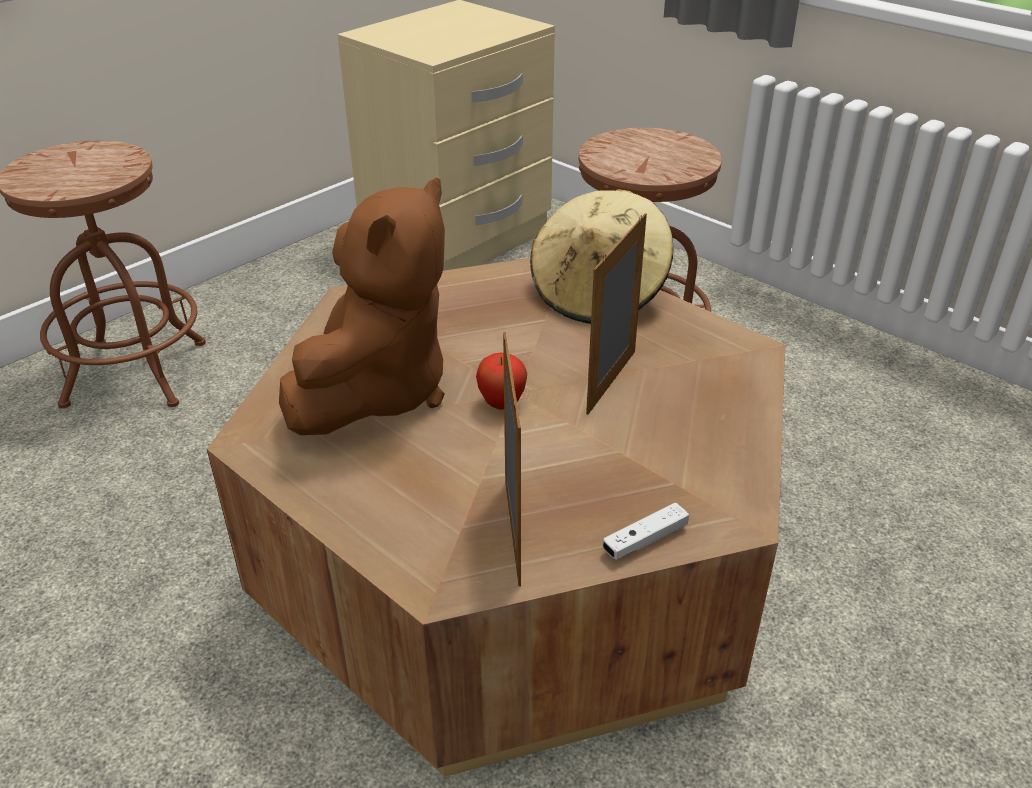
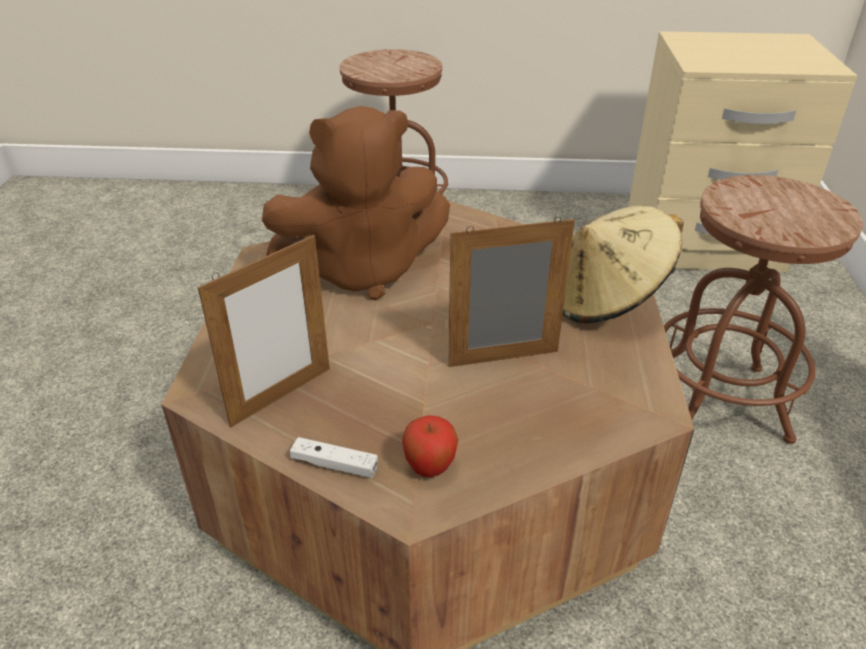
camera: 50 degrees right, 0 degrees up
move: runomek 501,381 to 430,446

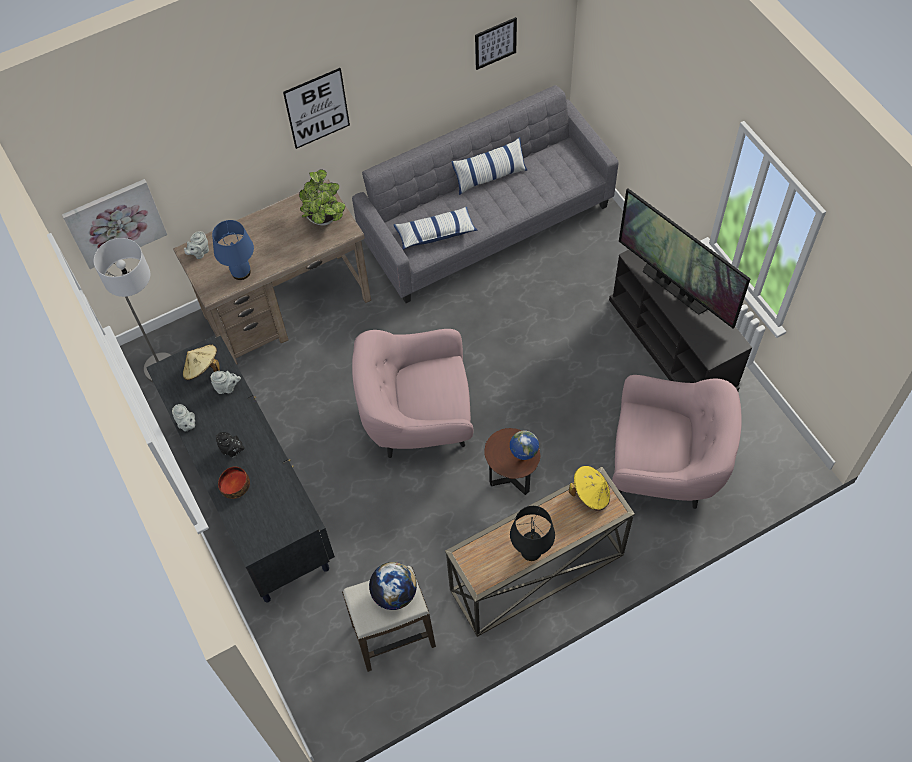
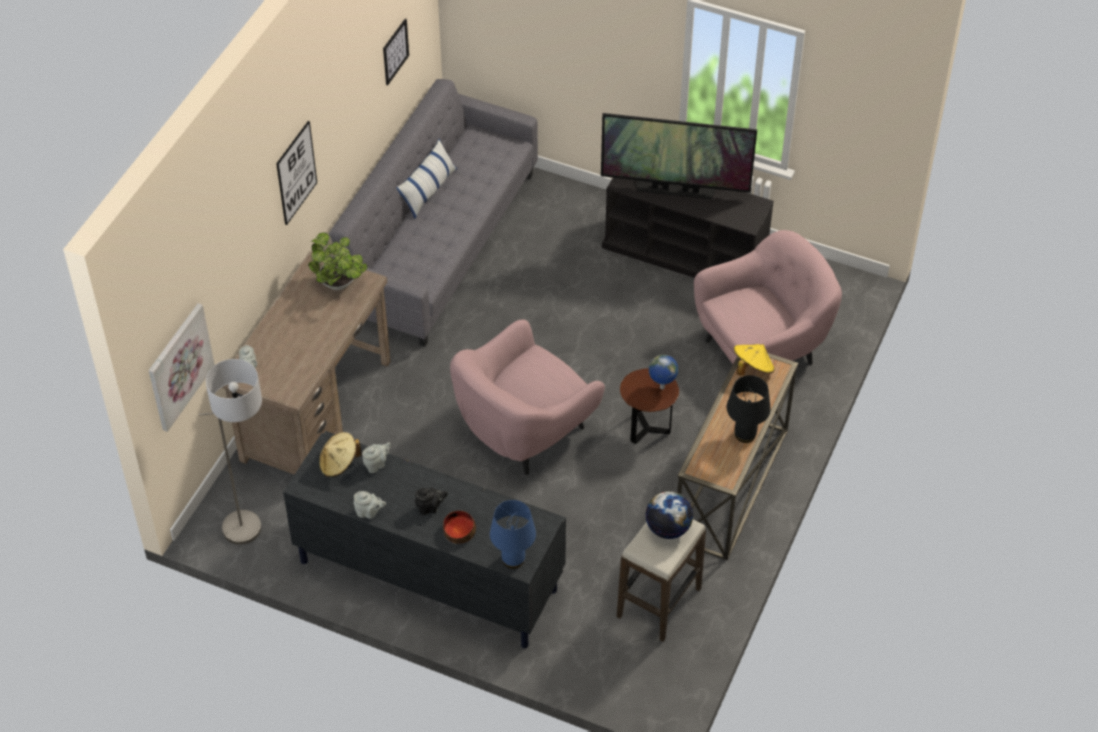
camera: 40 degrees left, 10 degrees down
delete: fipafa 435,228
move: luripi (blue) 233,250 to 513,534

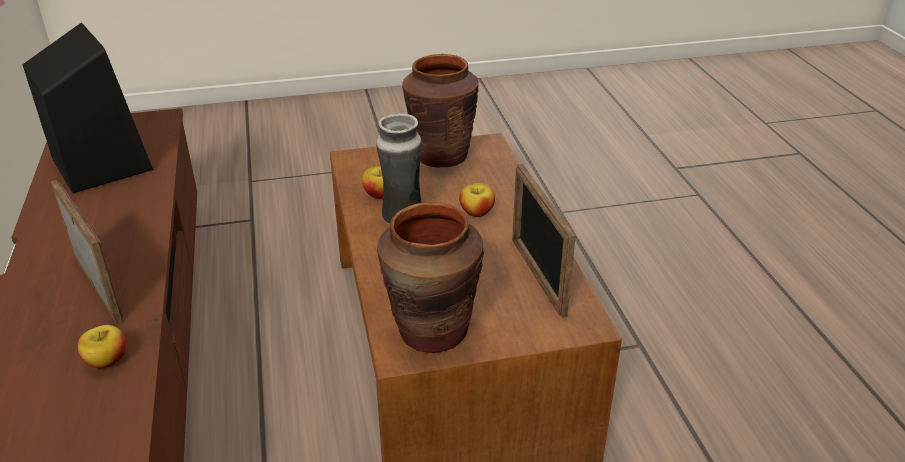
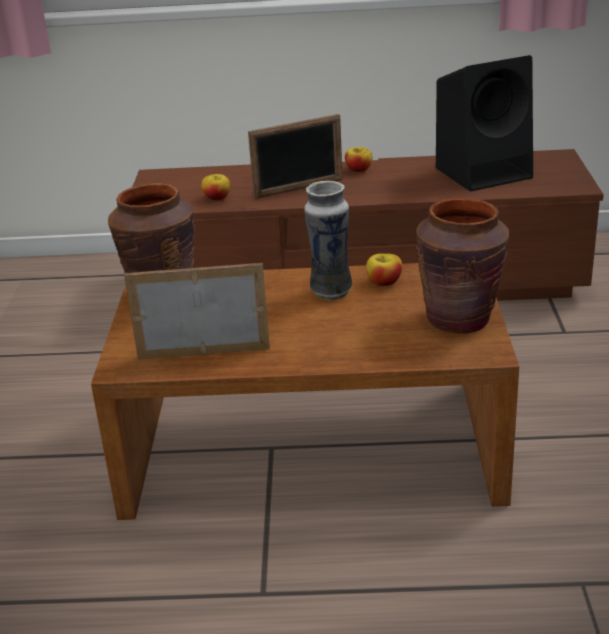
camera: 105 degrees right, 5 degrees down
move: runomek 477,200 to 359,160

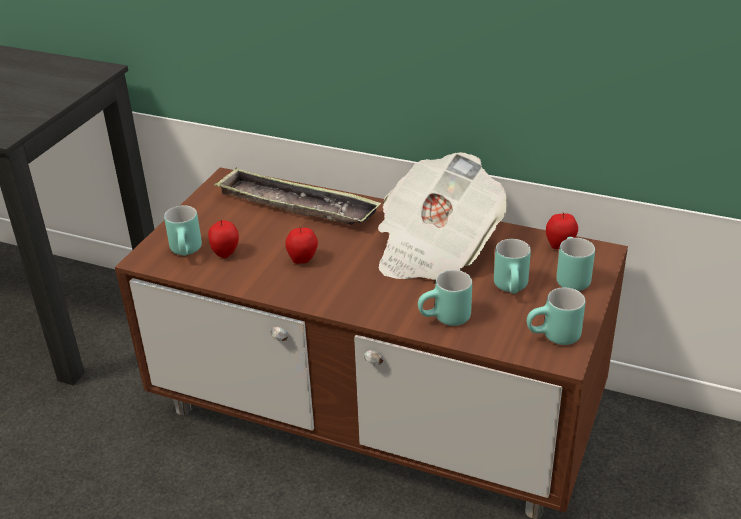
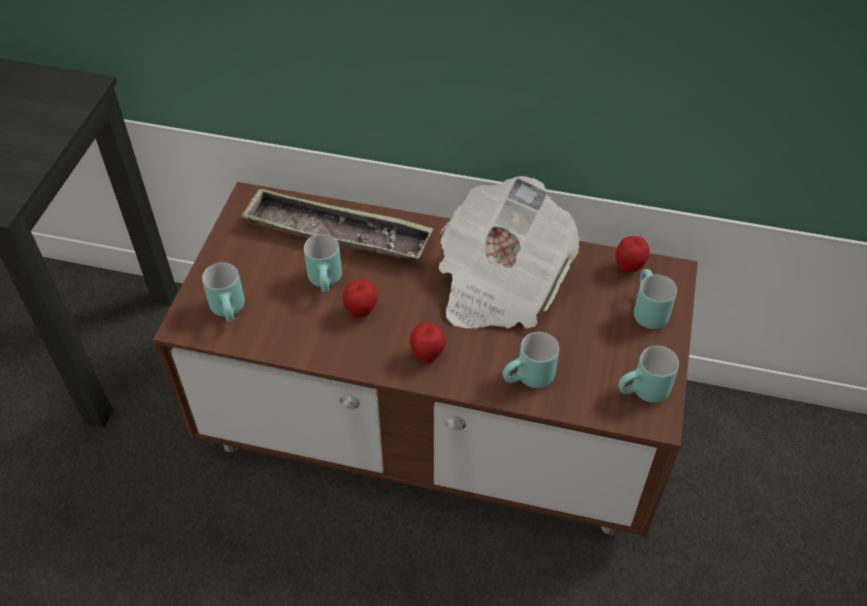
camera: 10 degrees left, 15 degrees up
move: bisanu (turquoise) 512,266 to 323,263; runomek 223,239 to 427,343

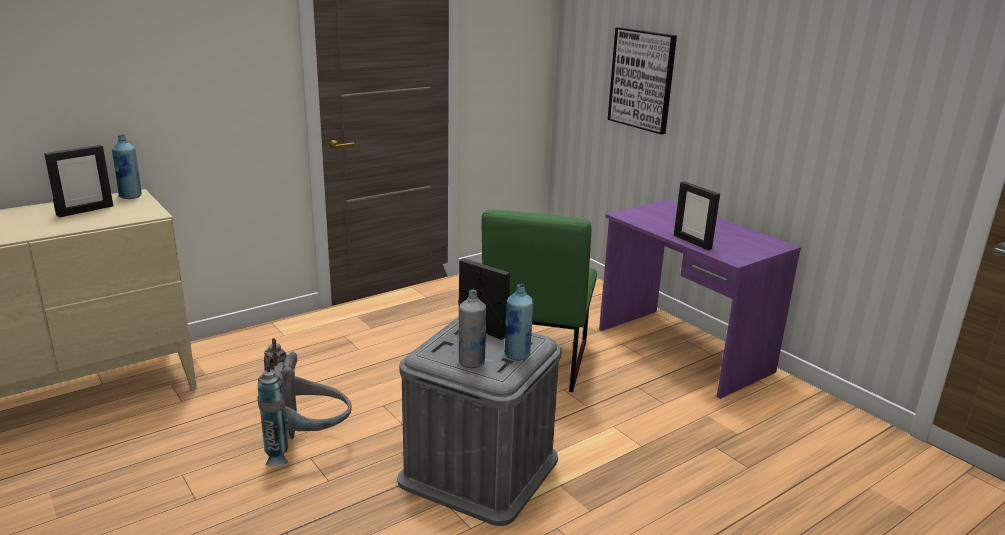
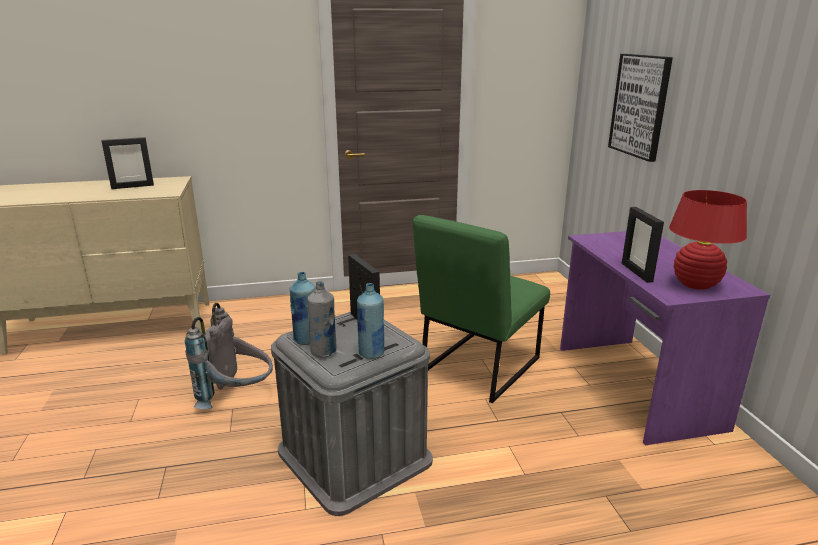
camera: 25 degrees right, 0 degrees up
insert: luripi (red) 708,240
move: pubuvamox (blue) 127,166 to 303,308

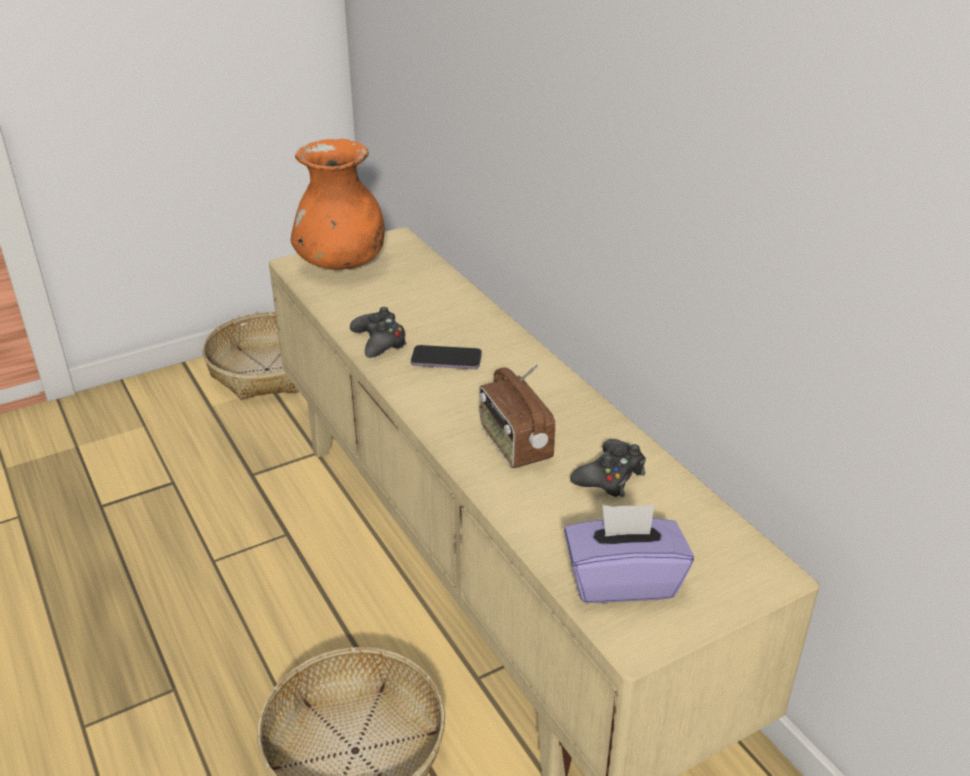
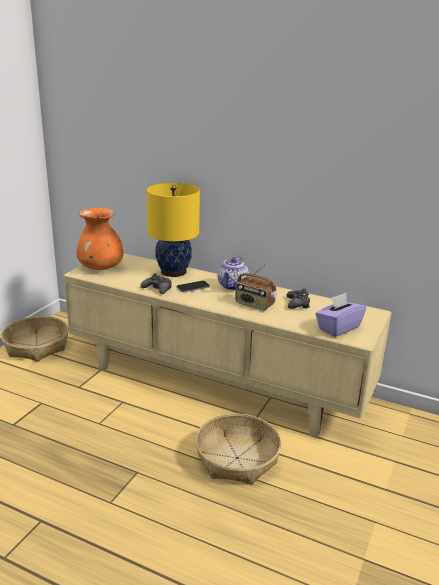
camera: 35 degrees left, 10 degrees down
insert: luripi (yellow) 173,230; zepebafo 233,273

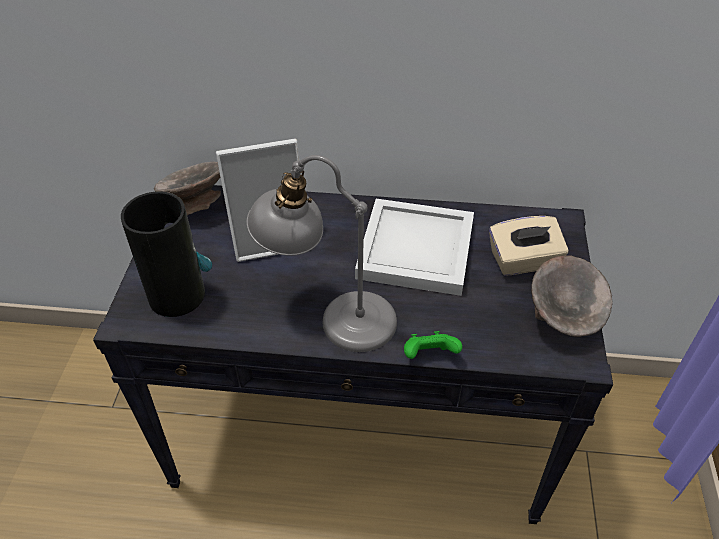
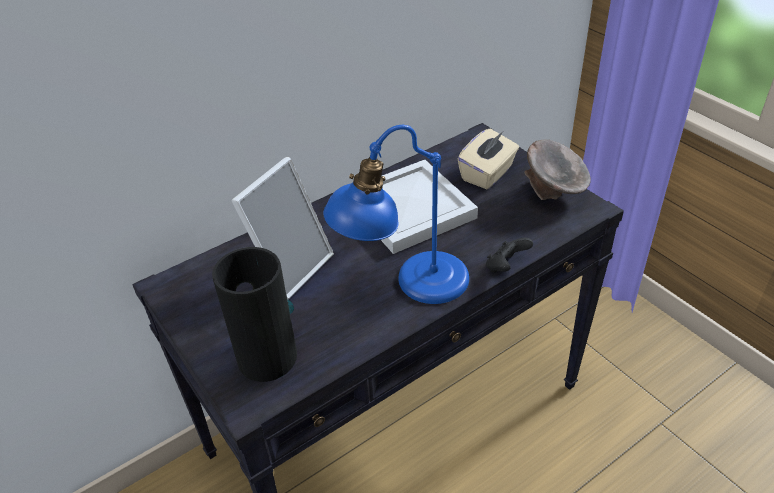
camera: 40 degrees left, 5 degrees down
delete: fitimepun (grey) 187,188
recolor: luripi (grey) 321,253 to luripi (blue) 396,214; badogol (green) 433,345 to badogol (black) 509,255

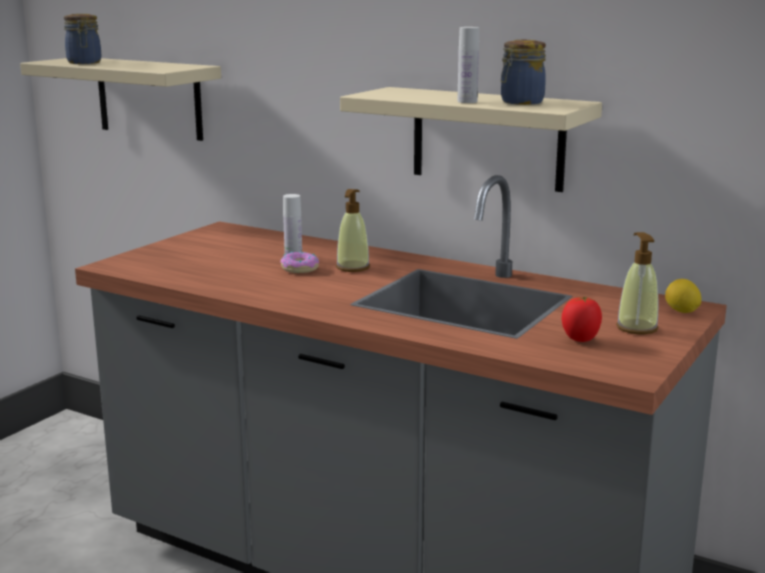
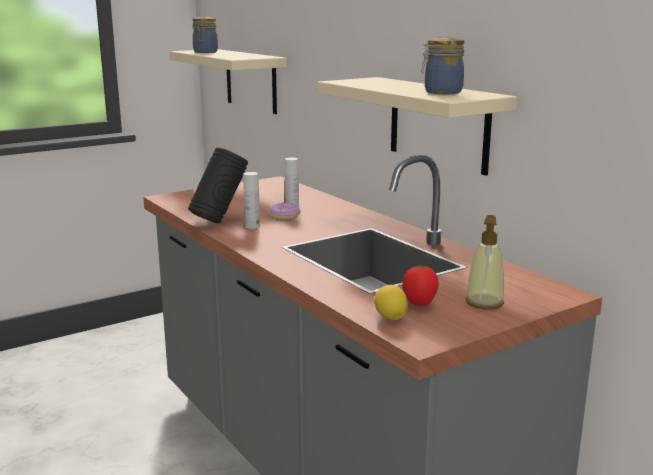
camera: 25 degrees right, 0 degrees up
delete: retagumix 353,230
insert: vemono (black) 218,185
move: pubuvamox (white) 468,65 to 251,200; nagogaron 683,296 to 391,302

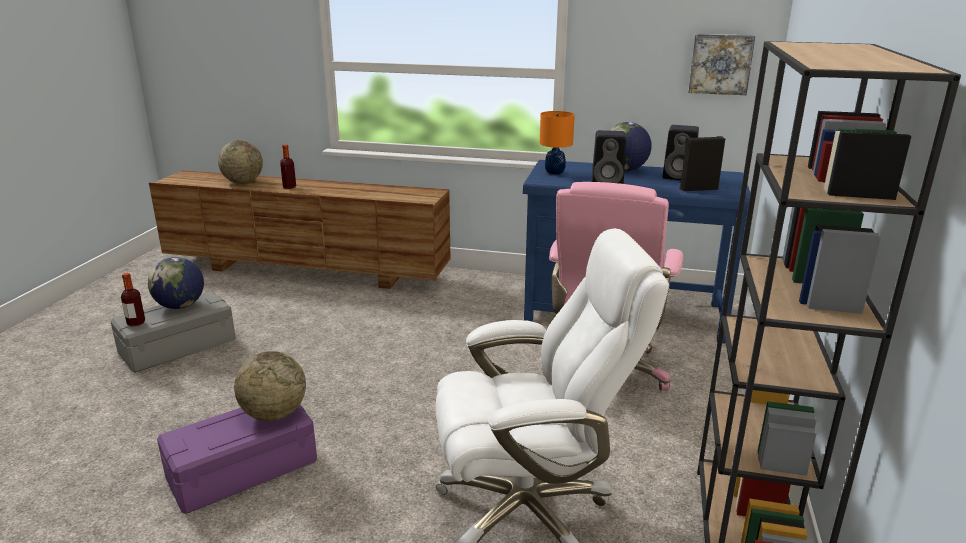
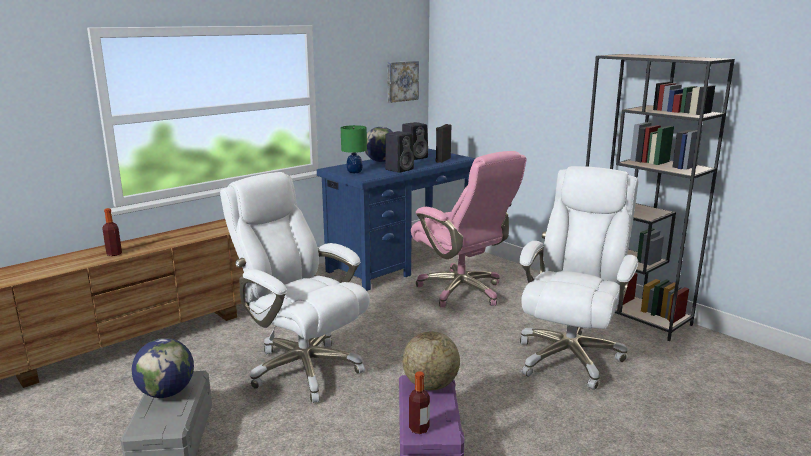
camera: 55 degrees left, 5 degrees down
delete: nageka 240,162
insert: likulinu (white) 295,287
move: pubuvamox 133,299 to 419,402
recolor: luripi (orange) 557,142 to luripi (green) 354,149

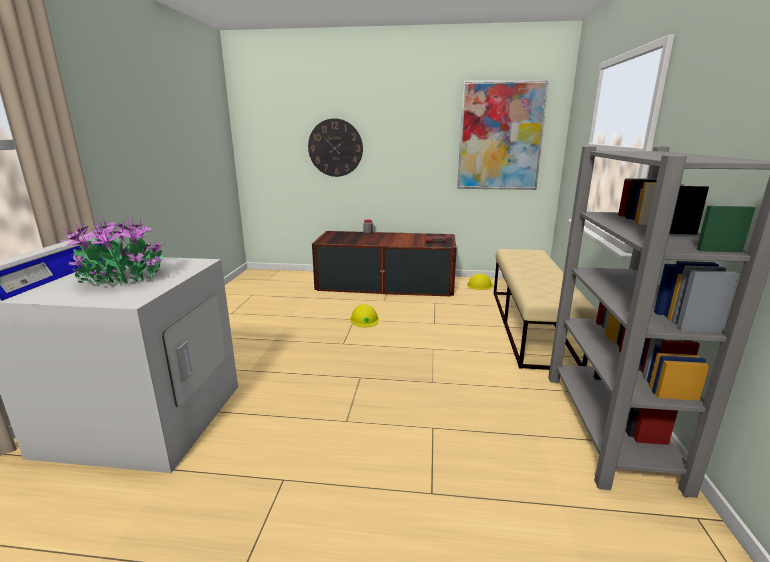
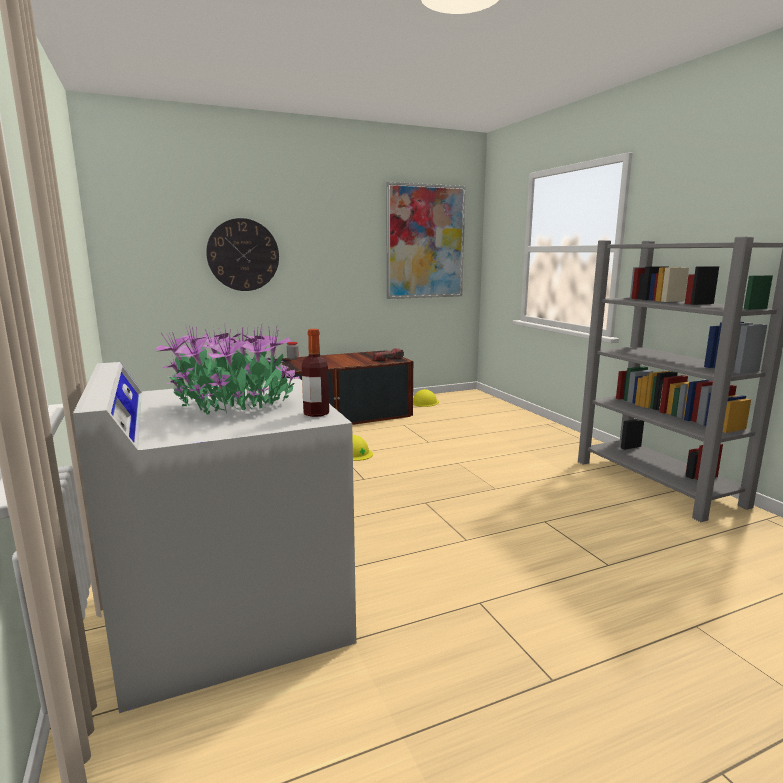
camera: 30 degrees left, 5 degrees down
delete: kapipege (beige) 545,309
insert: pubuvamox 315,373

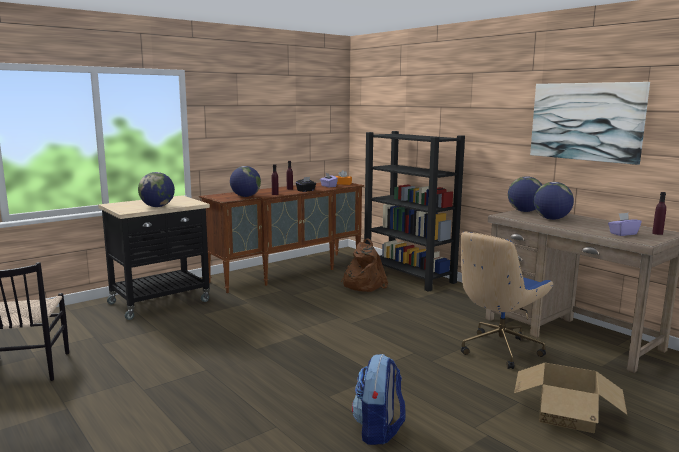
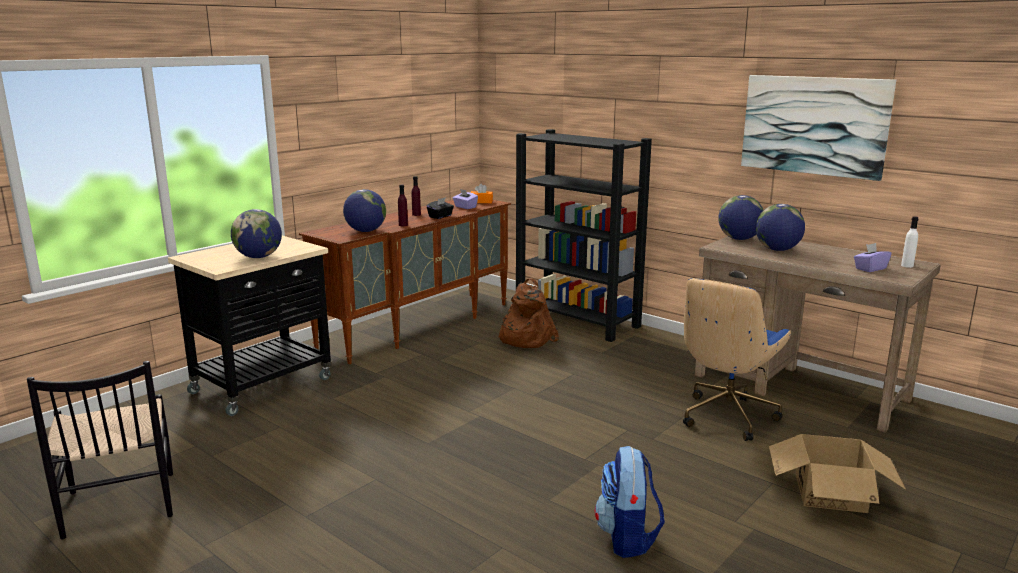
camera: 10 degrees left, 5 degrees up
recolor: pubuvamox (purple) 659,213 to pubuvamox (white) 909,242

